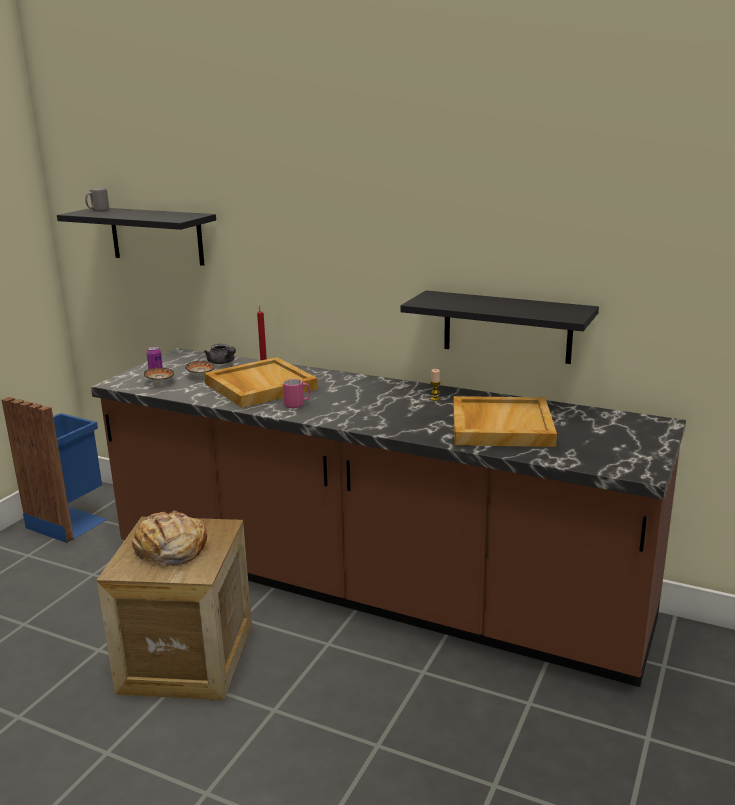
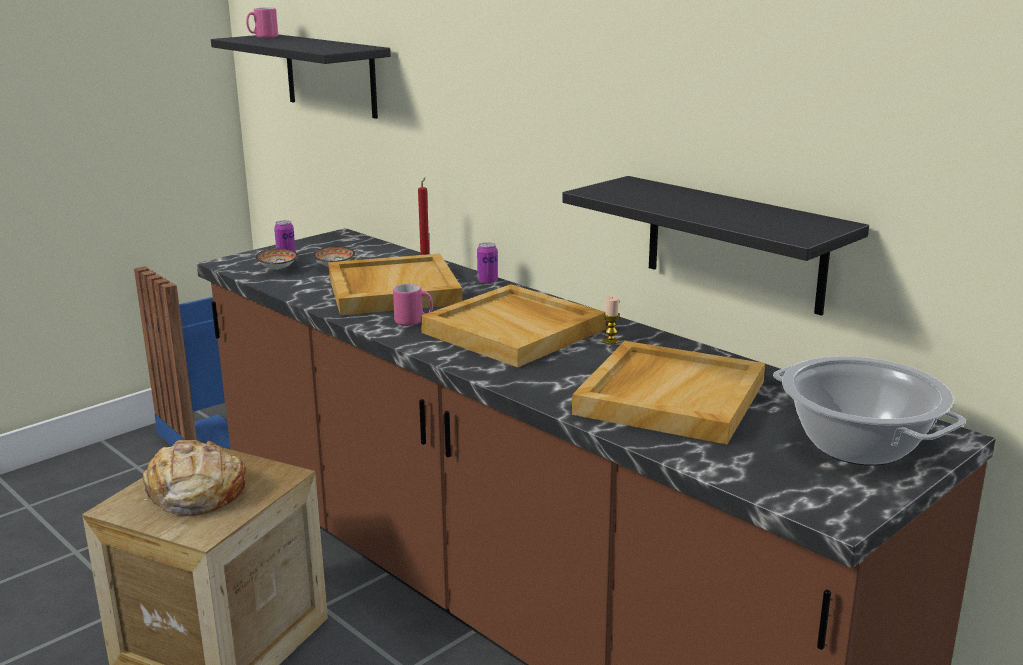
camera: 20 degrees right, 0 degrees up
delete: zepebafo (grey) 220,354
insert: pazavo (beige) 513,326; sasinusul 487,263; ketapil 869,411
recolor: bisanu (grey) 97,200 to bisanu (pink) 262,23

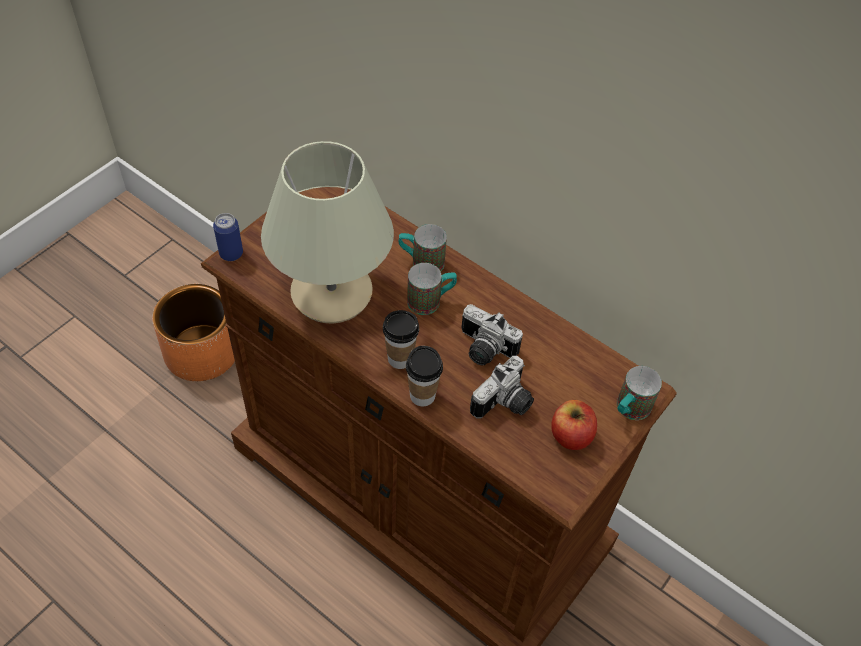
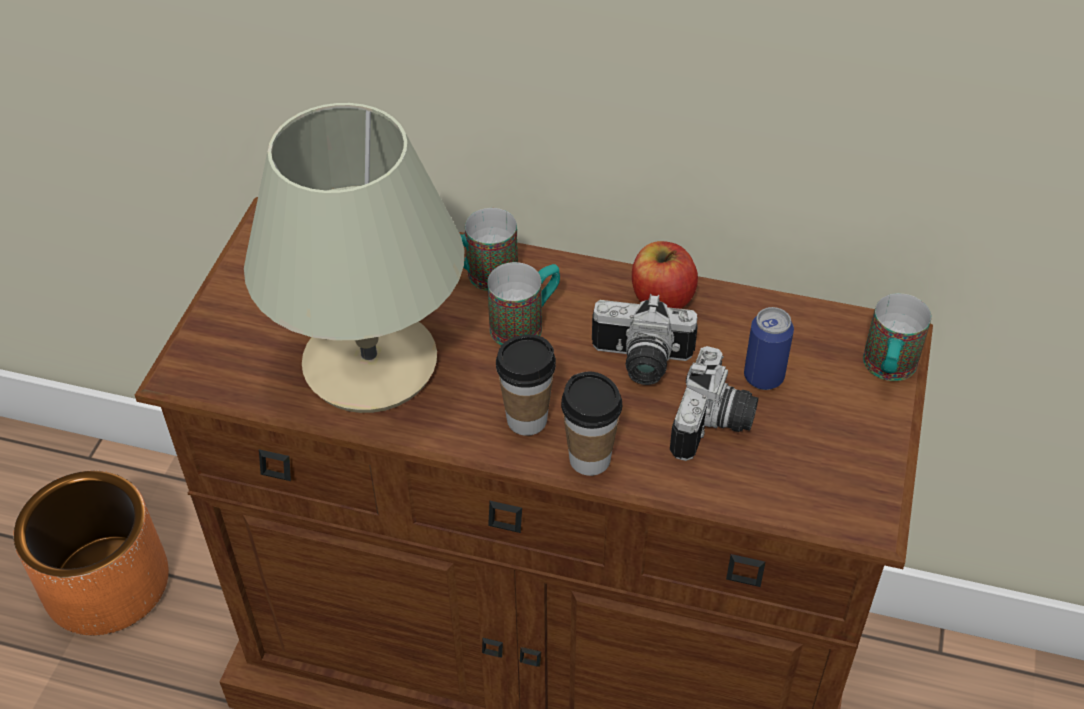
camera: 20 degrees left, 5 degrees down
move: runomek 574,425 to 665,275; sasinusul 228,237 to 769,348

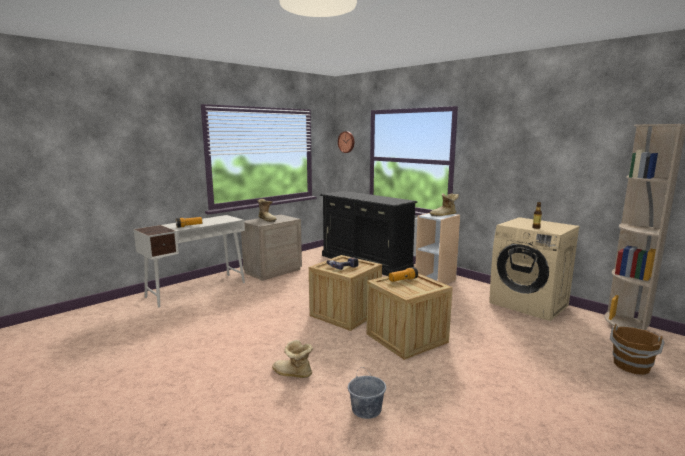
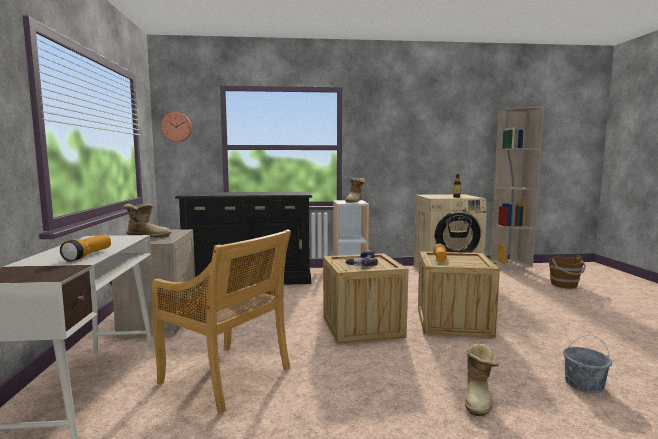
camera: 50 degrees left, 5 degrees down
insert: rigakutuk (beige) 221,322
rotate: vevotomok 292,359 = 482,380 45 degrees counterclockwise

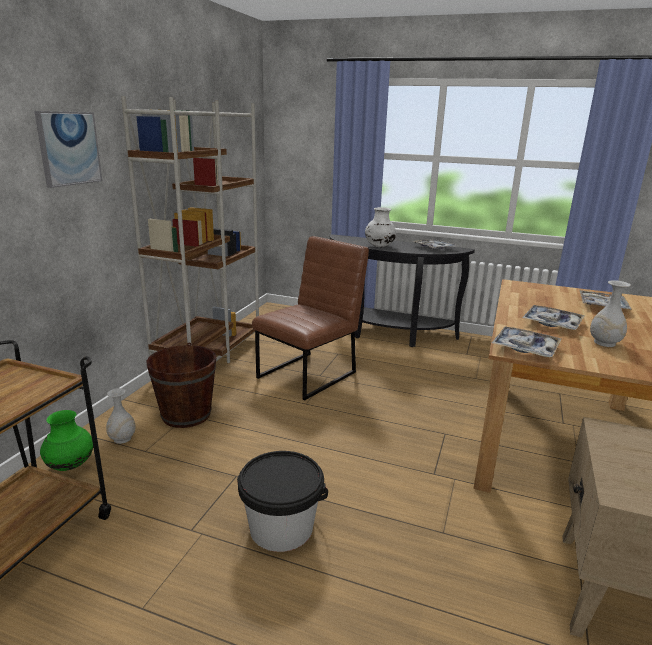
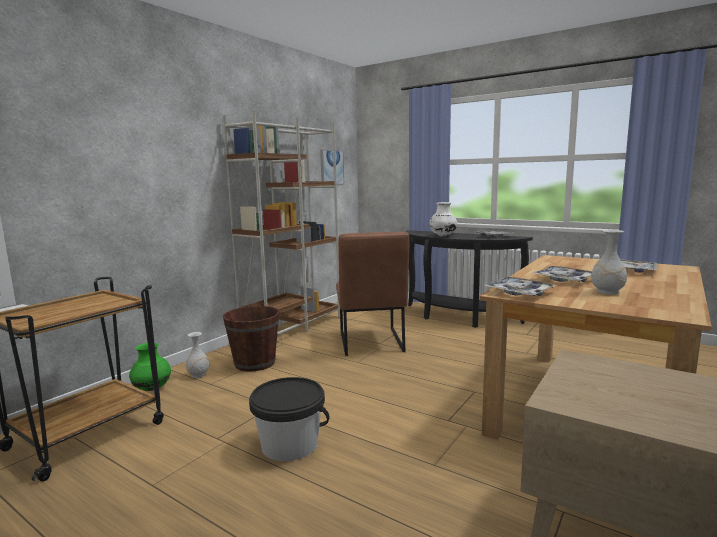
camera: 15 degrees right, 10 degrees down
move: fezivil 68,149 to 332,167
rotate: rigakutuk (brown) 310,318 = 373,294 120 degrees clockwise

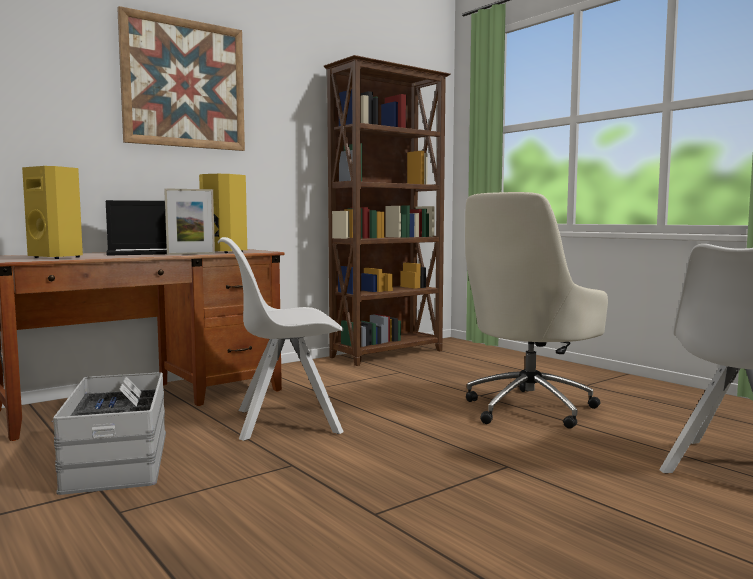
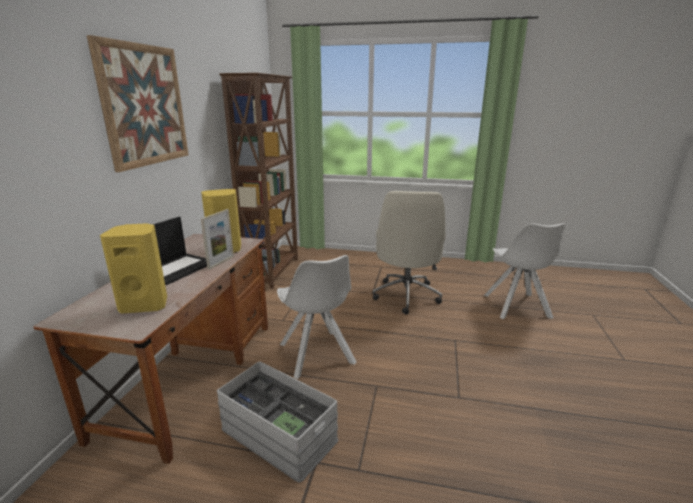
camera: 40 degrees left, 15 degrees up
rotate: rigakutuk (white) 281,339 = 317,317 60 degrees counterclockwise

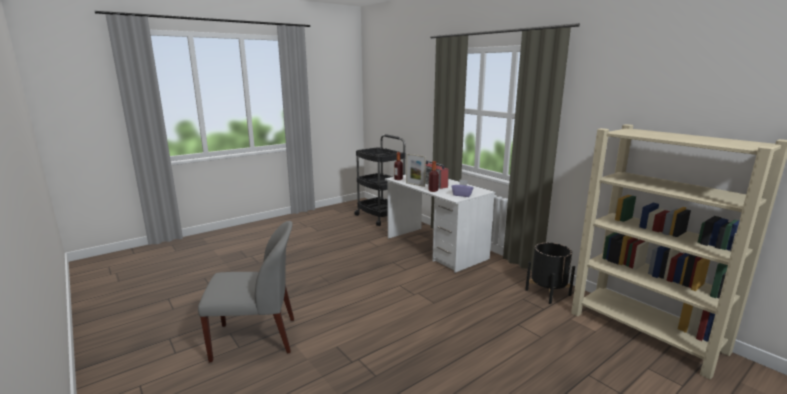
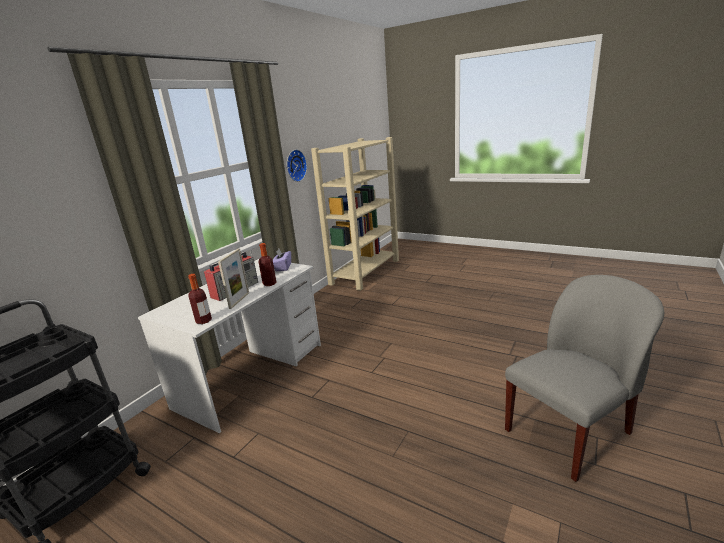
camera: 110 degrees left, 5 degrees up
delete: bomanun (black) 550,273
insert: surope 297,165
rotate: rigakutuk (grey) 246,291 = 584,378 90 degrees clockwise

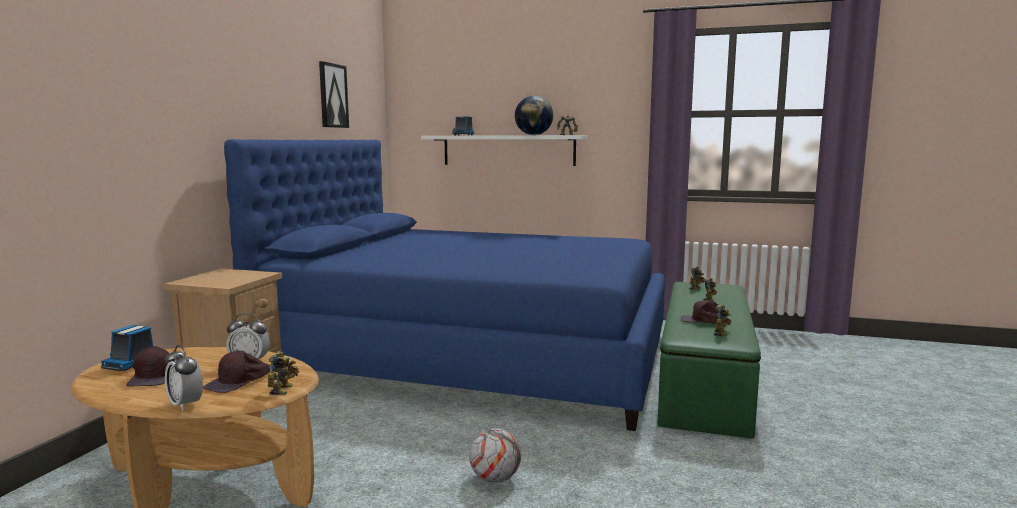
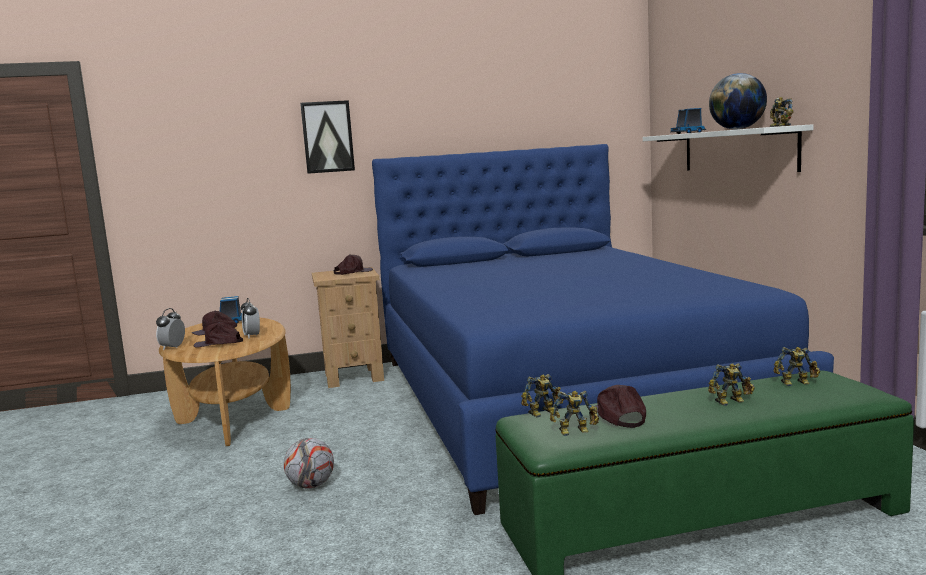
camera: 60 degrees right, 0 degrees up
insert: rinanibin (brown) 353,264
move: fezivil 334,94 to 327,137; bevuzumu 284,373 to 542,396

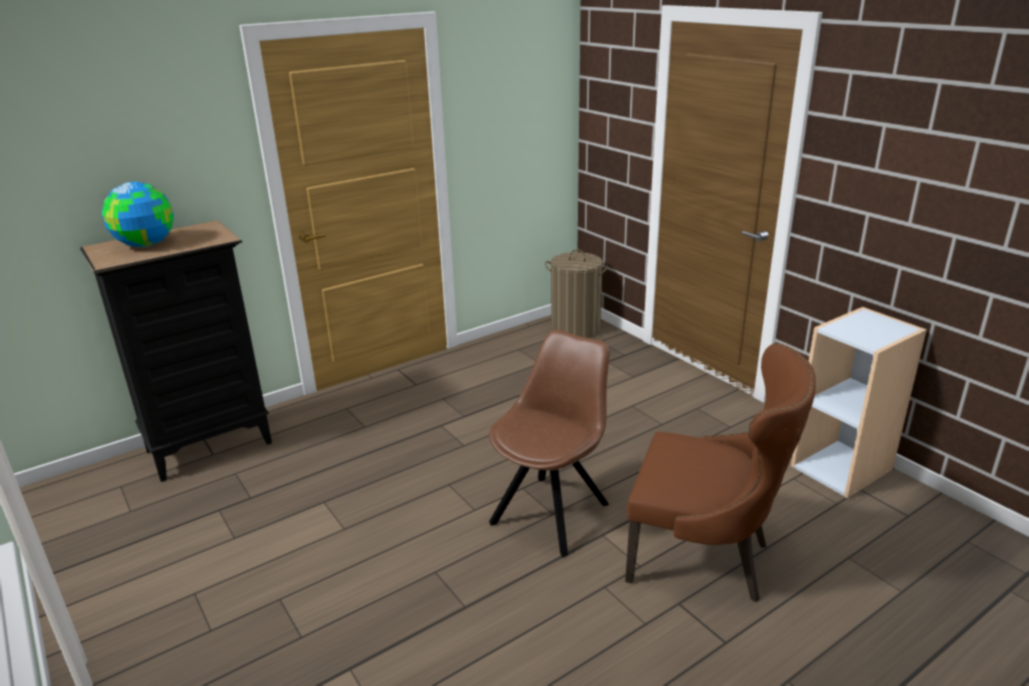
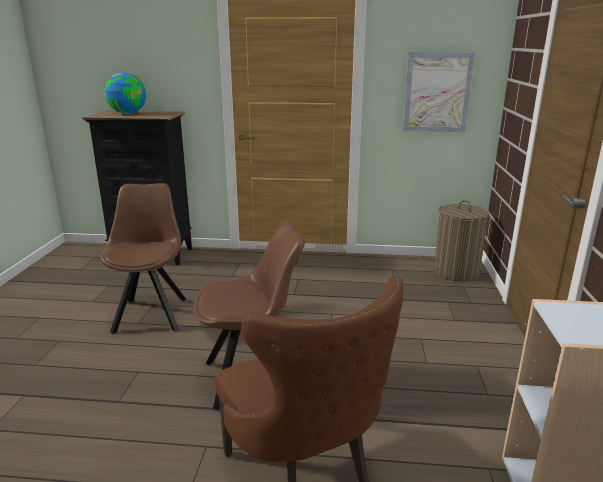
camera: 40 degrees right, 5 degrees down
insert: rigakutuk (brown) 143,258; fezivil 439,92

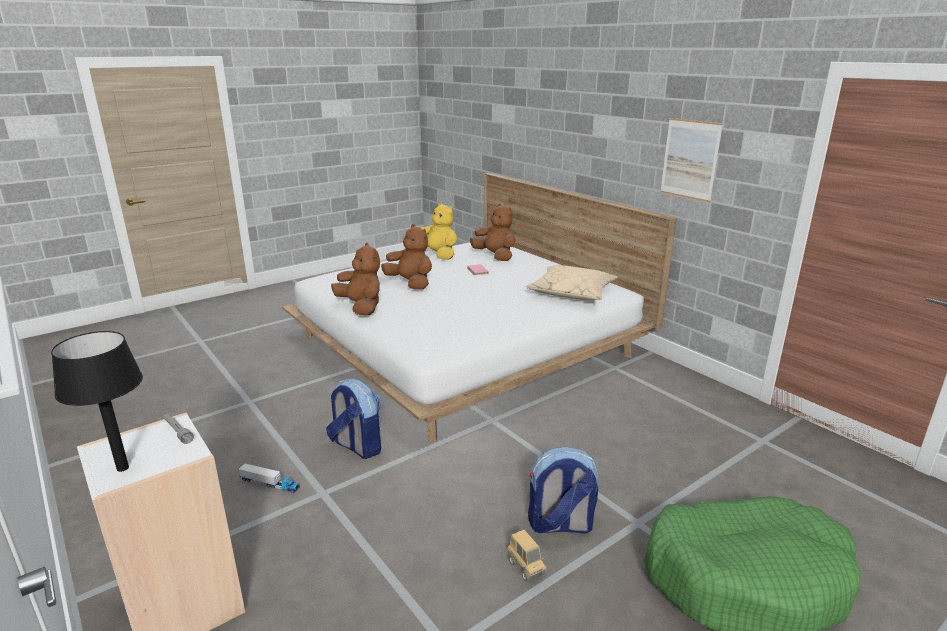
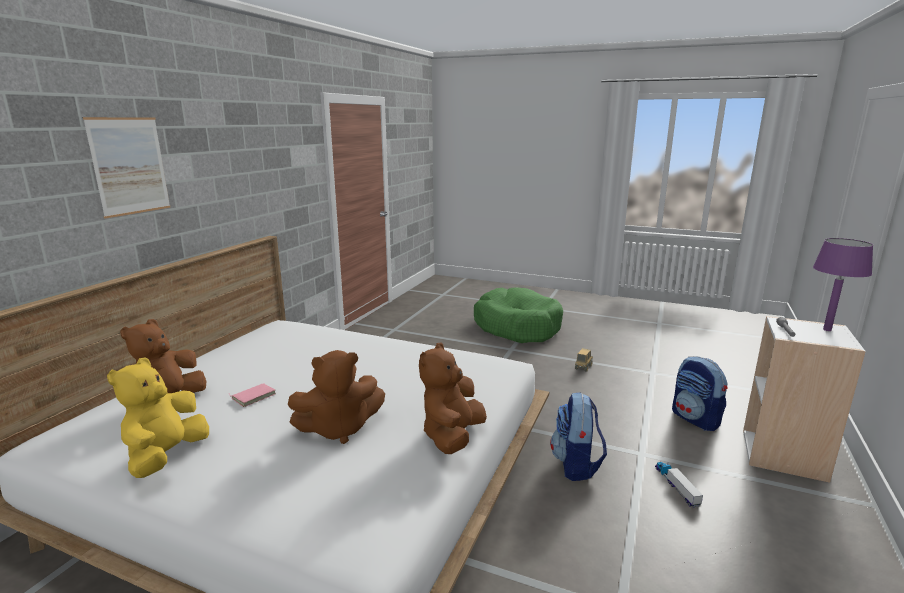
camera: 120 degrees left, 5 degrees down
delete: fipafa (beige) 572,282
move: fezivil 691,160 to 126,168; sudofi 563,490 to 700,393
recolor: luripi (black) 97,401 to luripi (purple) 843,284
rotate: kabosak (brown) 406,257 = 336,397 120 degrees counterclockwise

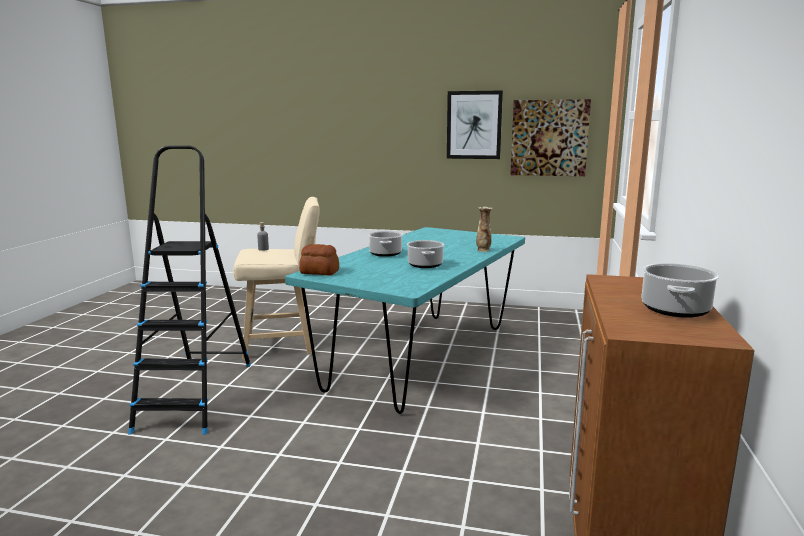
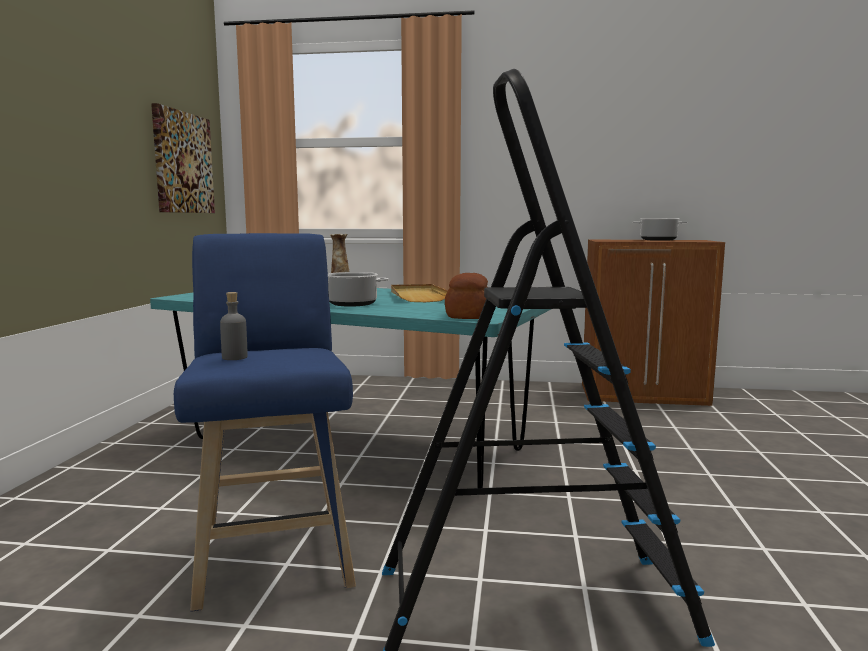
camera: 95 degrees left, 5 degrees down
delete: fezivil 475,124
replace: ketapil 425,254 to pazavo (beige) 419,293
recolor: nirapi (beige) 276,278 to nirapi (blue) 265,422

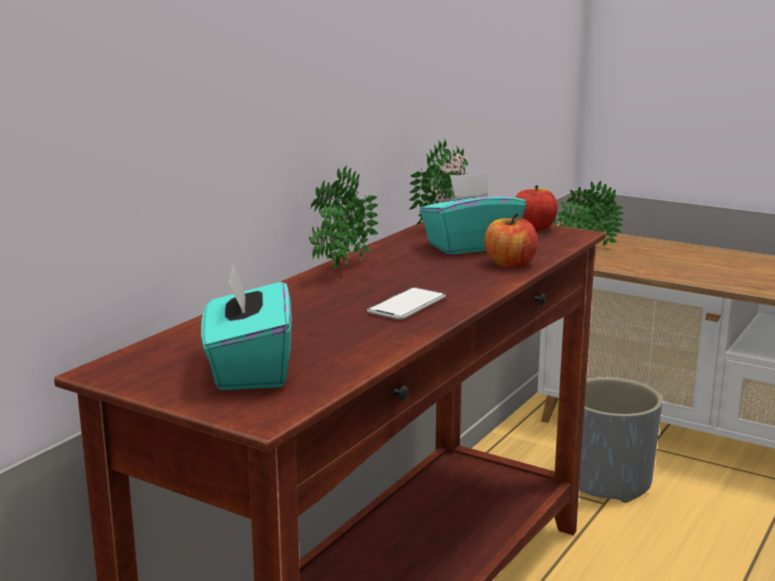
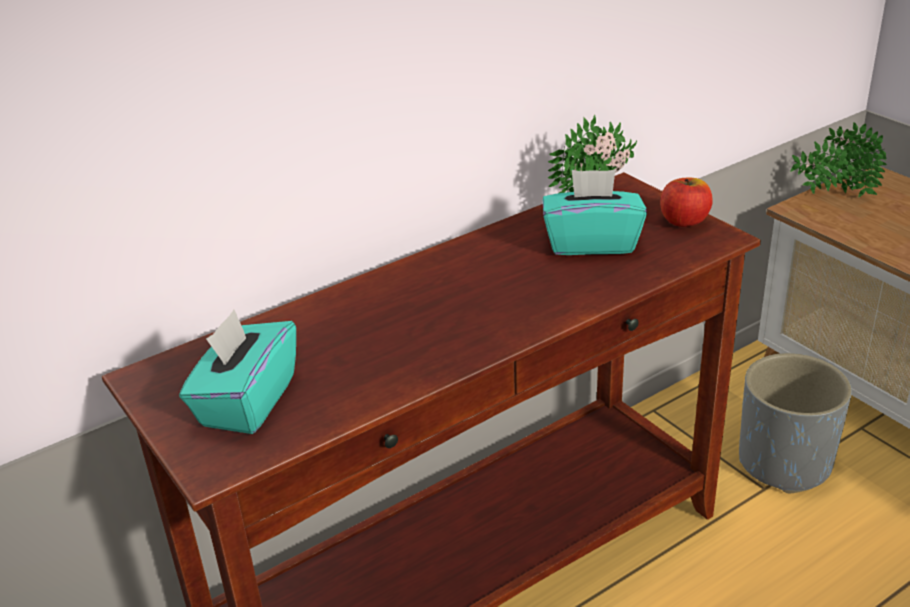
camera: 25 degrees right, 15 degrees up
delete: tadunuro 343,221; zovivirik 406,303; runomek 511,240

